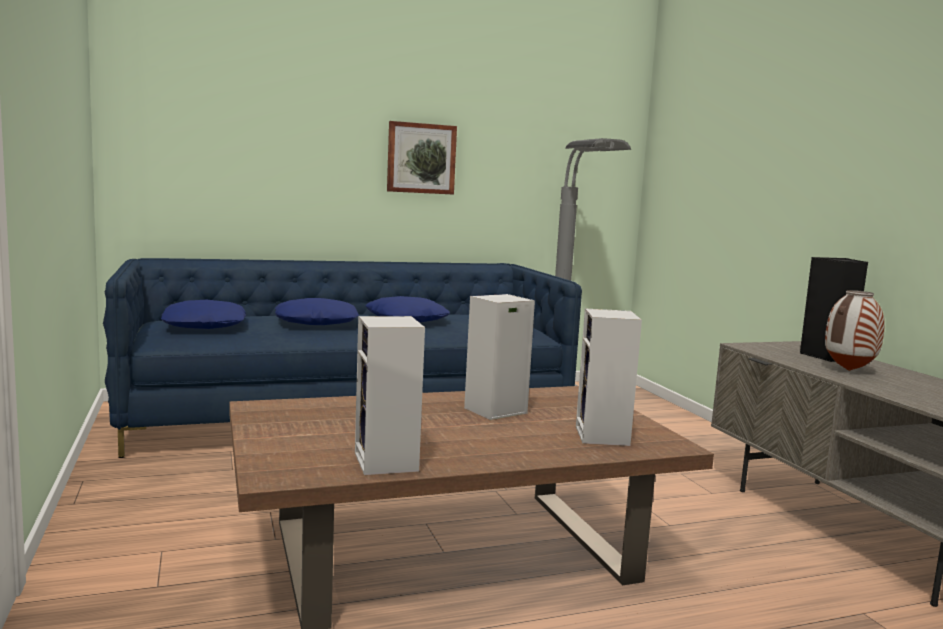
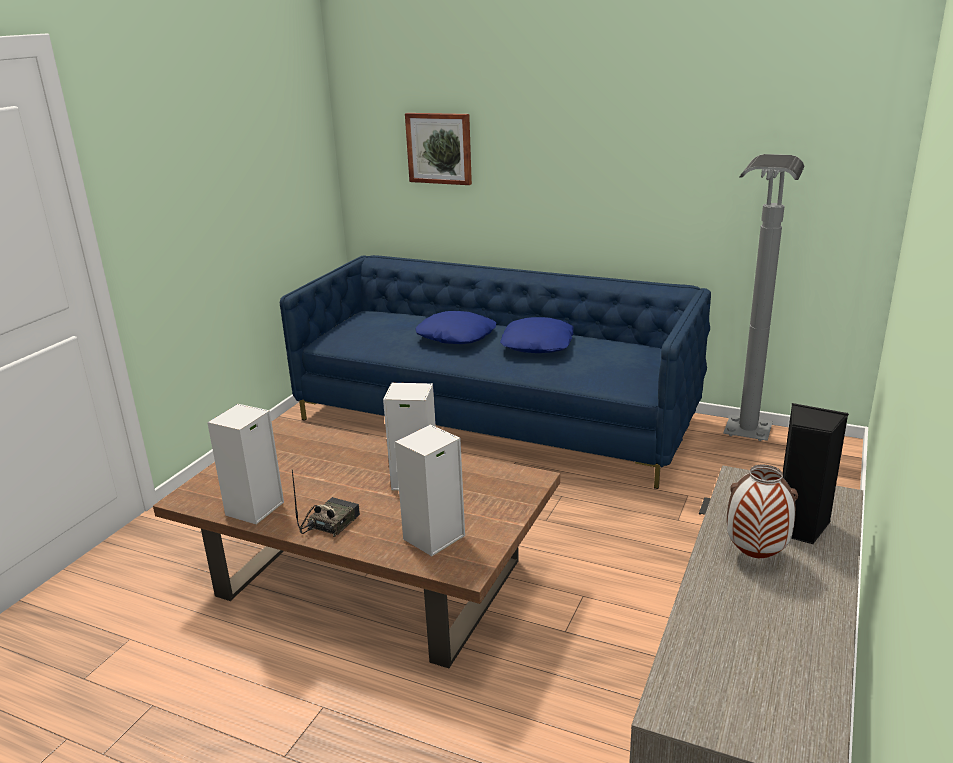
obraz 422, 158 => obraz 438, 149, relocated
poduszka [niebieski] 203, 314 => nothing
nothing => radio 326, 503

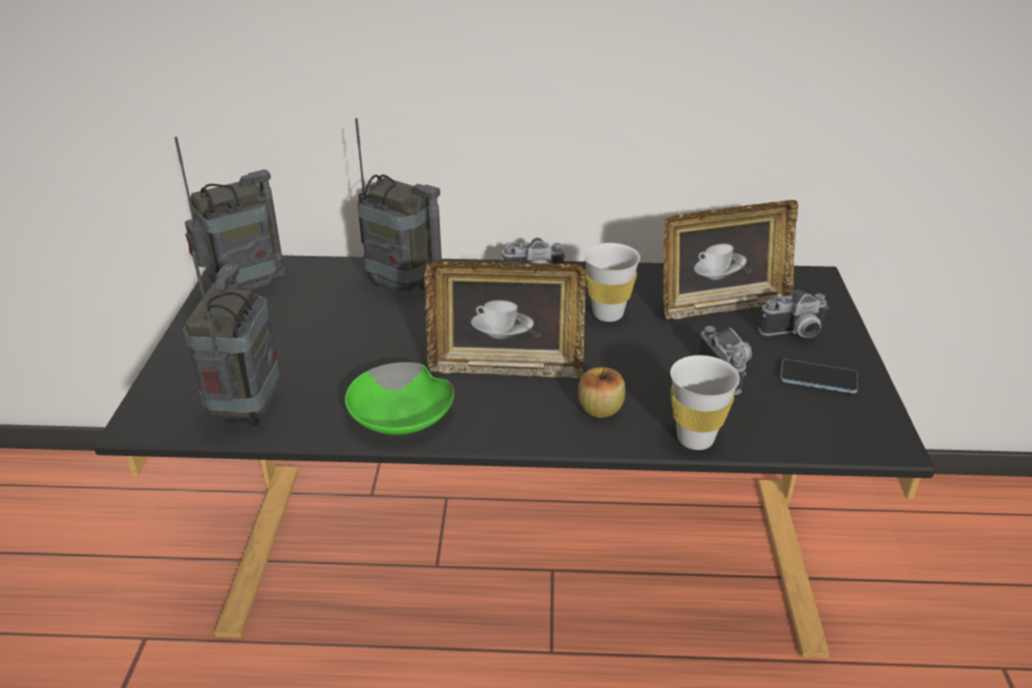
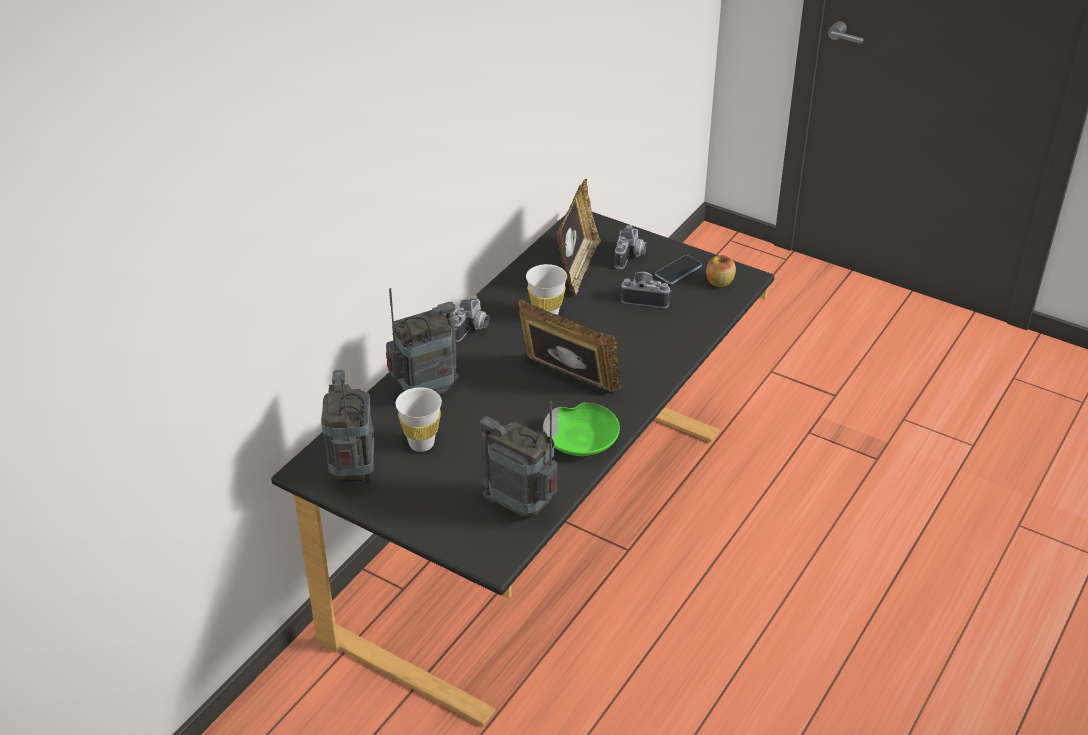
ramka na zdjęcie 505, 320 => ramka na zdjęcie 570, 345, 90 degrees counterclockwise
filiżanka [biały] 705, 402 => filiżanka [biały] 419, 419, relocated
jabłko 601, 392 => jabłko 721, 271, relocated

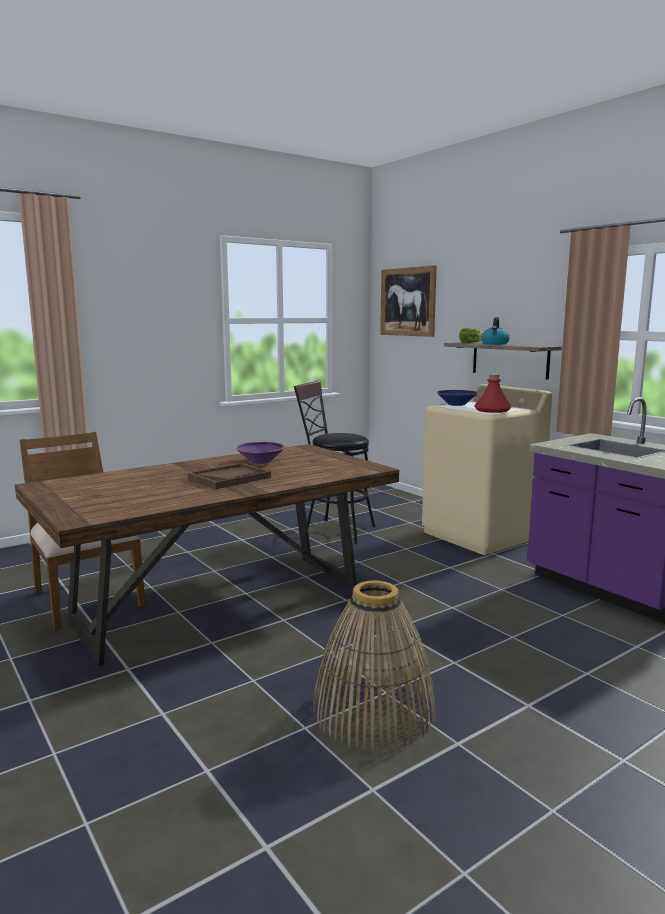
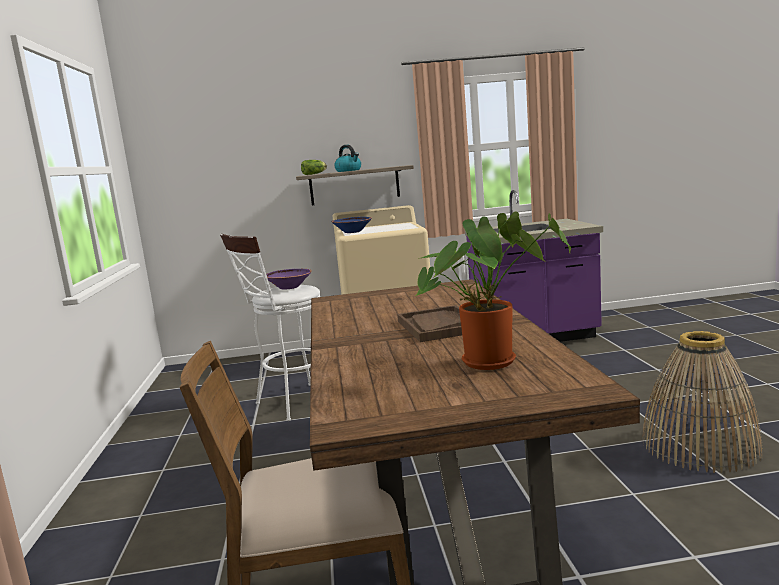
obraz 408, 301 => nothing
butelka [czerwony] 493, 393 => nothing
stołek [czarny] 334, 462 => stołek [biały] 270, 327
miska [fioletowy] 260, 453 => miska [fioletowy] 289, 279, relocated
nothing => roślina doniczkowa 493, 290

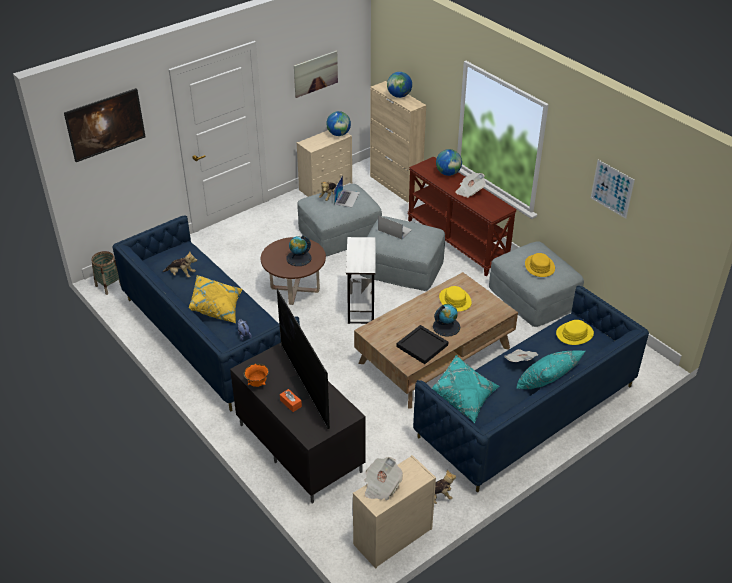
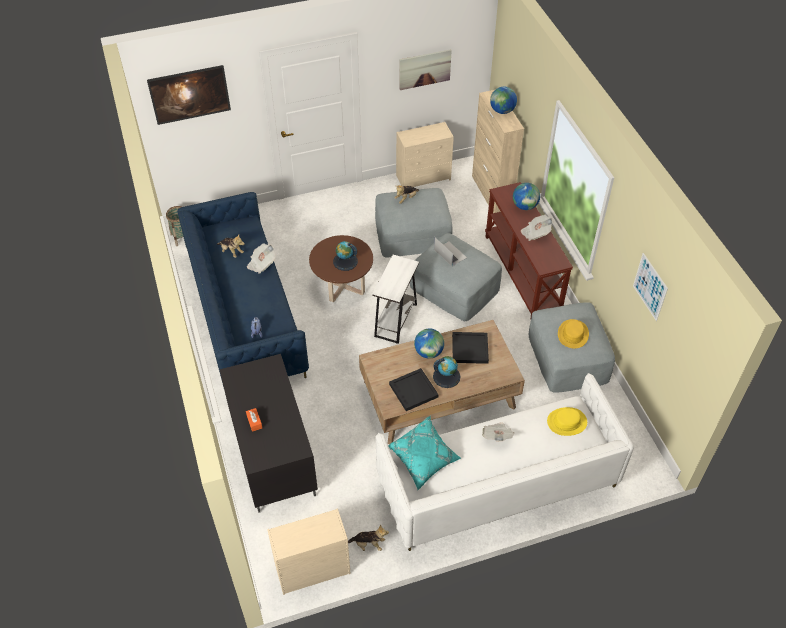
globus 338, 123 => globus 429, 343, relocated
laptop 347, 191 => nothing
poduszka [żółty] 215, 299 => nothing
kanapa [niebieski] 531, 389 => kanapa [biały] 505, 462
kapelusz [żółty] 455, 299 => taca [czarny] 470, 348
telewizor 303, 359 => nothing
poduszka [turkusowy] 551, 370 => nothing
miska [pomarańczowy] 256, 375 => nothing
gazeta 383, 478 => gazeta 261, 258, relocated

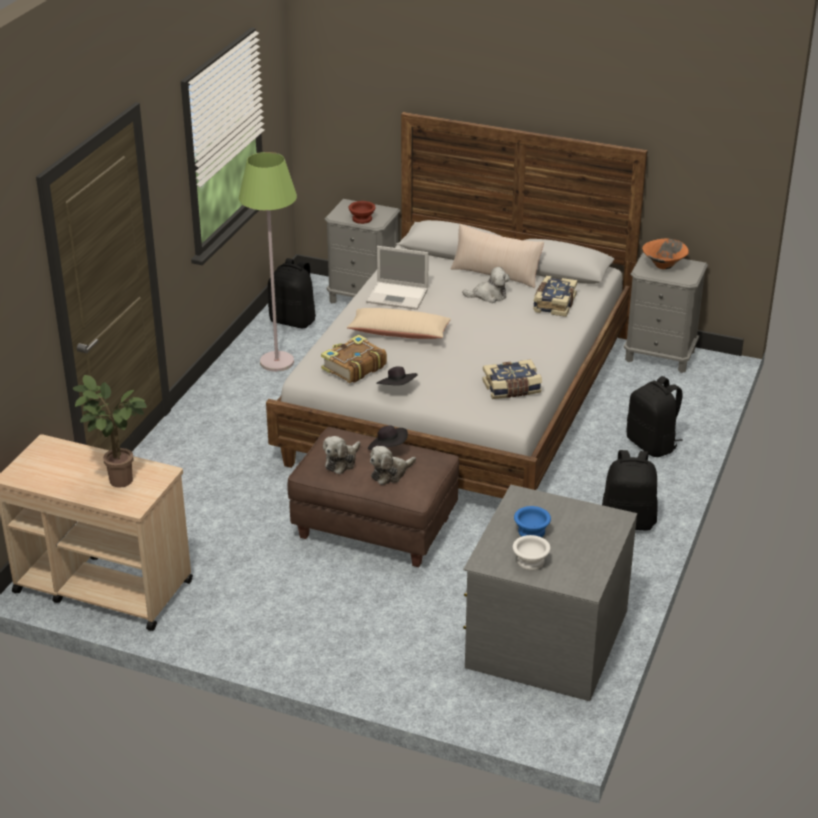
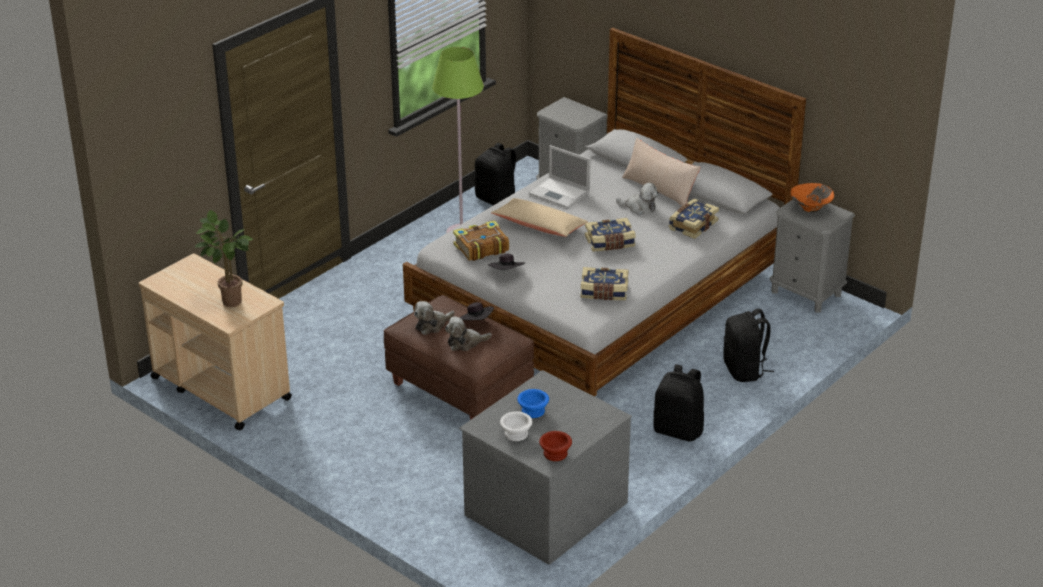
miska [brązowy] 362, 212 => miska [brązowy] 555, 446, relocated
nothing => książka 610, 235

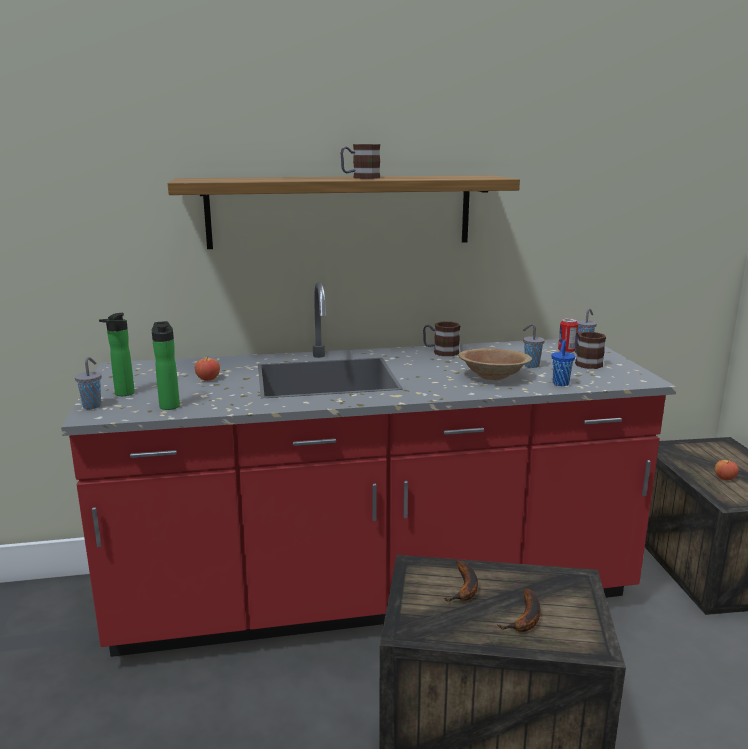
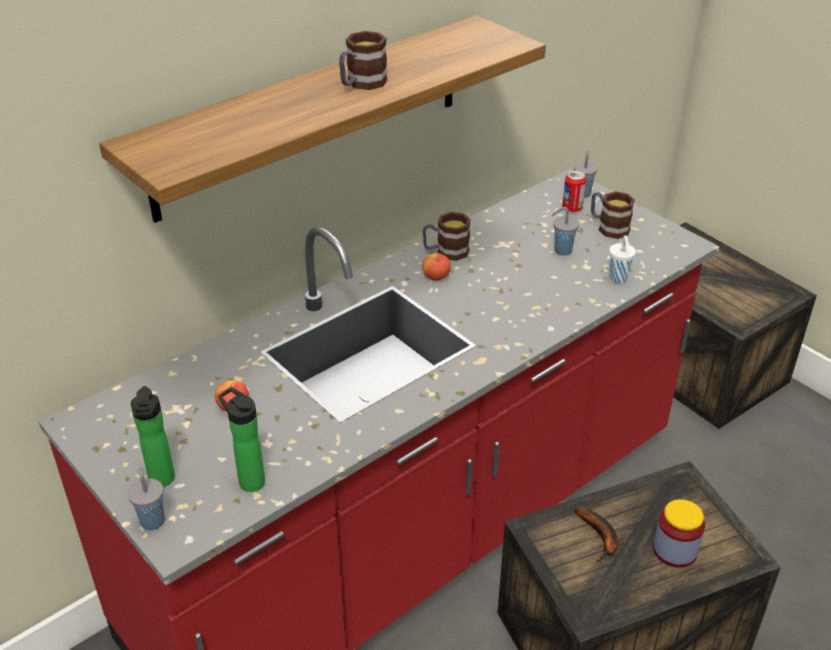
filiżanka [niebieski] 563, 363 => filiżanka [biały] 622, 259
miska [brązowy] 495, 364 => nothing
jabłko 727, 469 => jabłko 436, 267, relocated
banan 519, 610 => słoik 679, 533

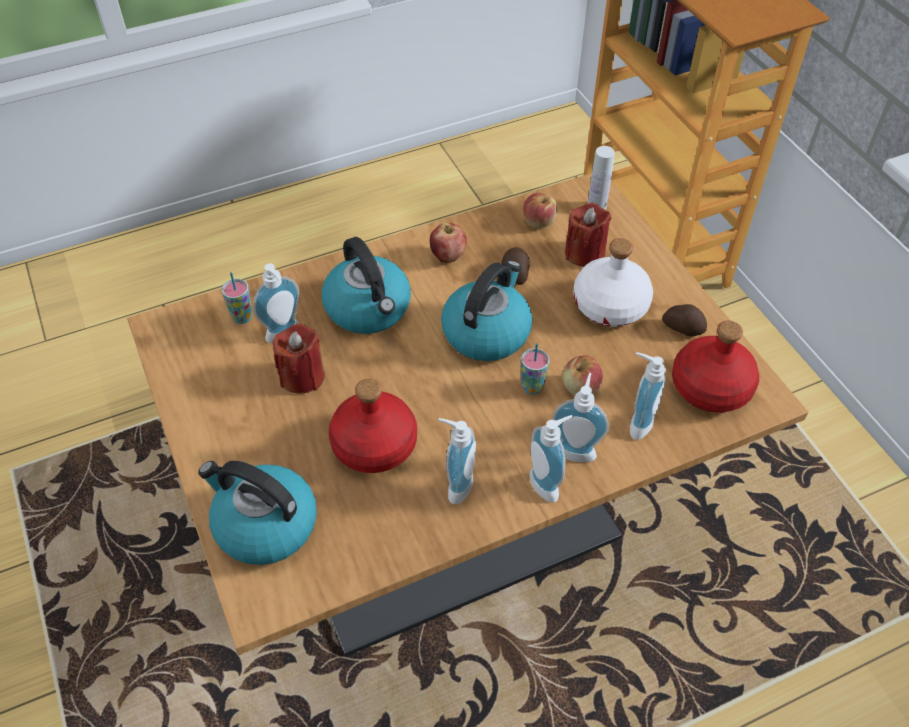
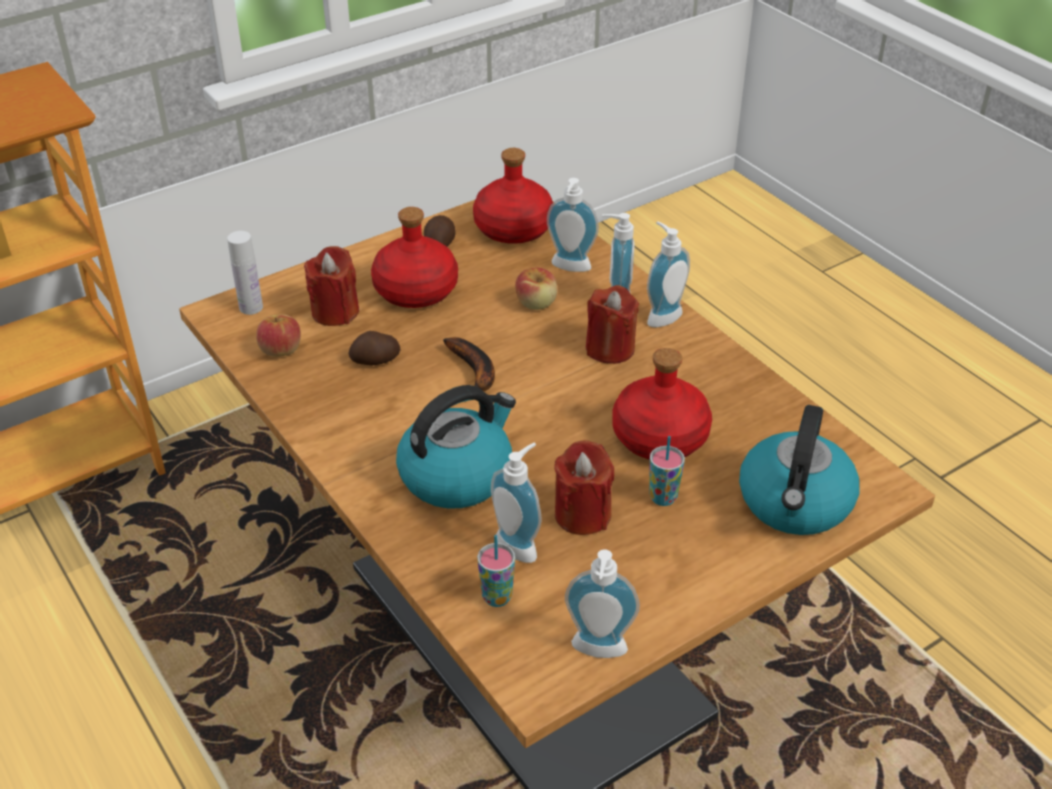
jabłko 448, 242 => nothing
butelka [biały] 613, 282 => butelka [czerwony] 414, 257
czajnik 486, 311 => banan 469, 364
filiżanka 535, 369 => filiżanka 667, 471, relocated
dozownik mydła 457, 461 => dozownik mydła 602, 603, relocated
nothing => świeca [czerwony] 612, 324

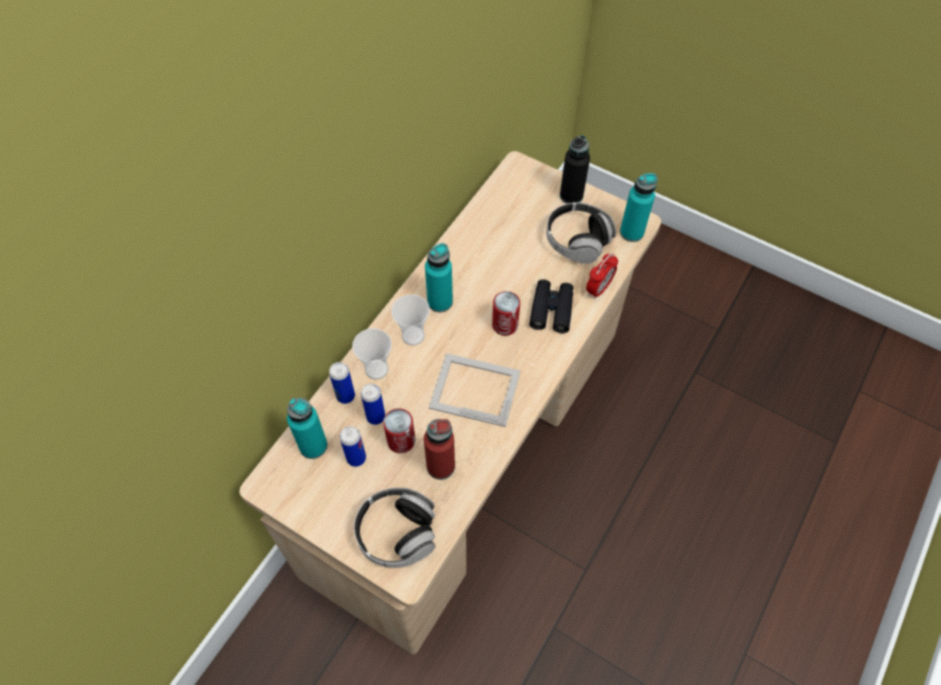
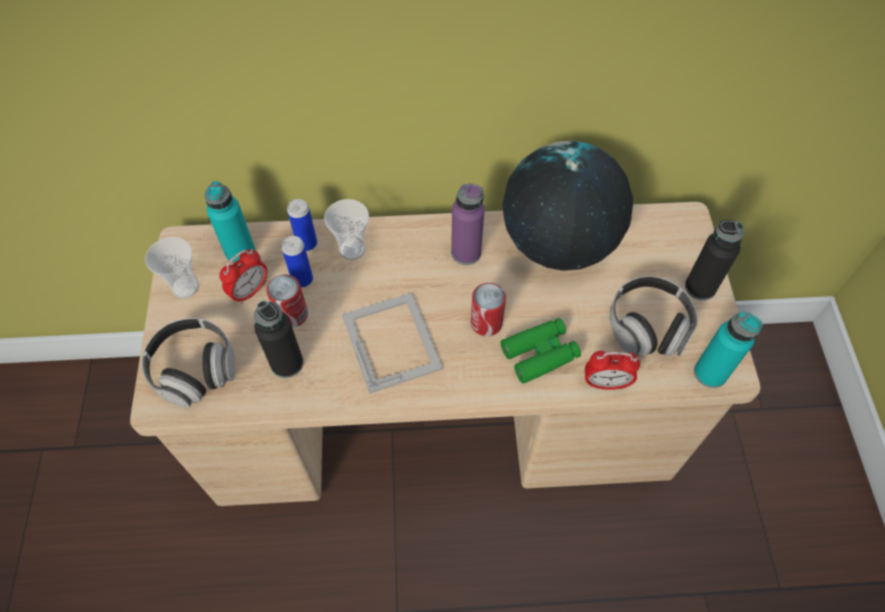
butelka [turkusowy] 439, 277 => butelka [fioletowy] 468, 224
lornetka [czarny] 551, 306 => lornetka [zielony] 541, 350
filiżanka 410, 320 => filiżanka 172, 267, relocated
butelka [czerwony] 439, 449 => butelka [czarny] 278, 339
puszka 353, 446 => budzik 243, 276
nothing => globus 568, 206

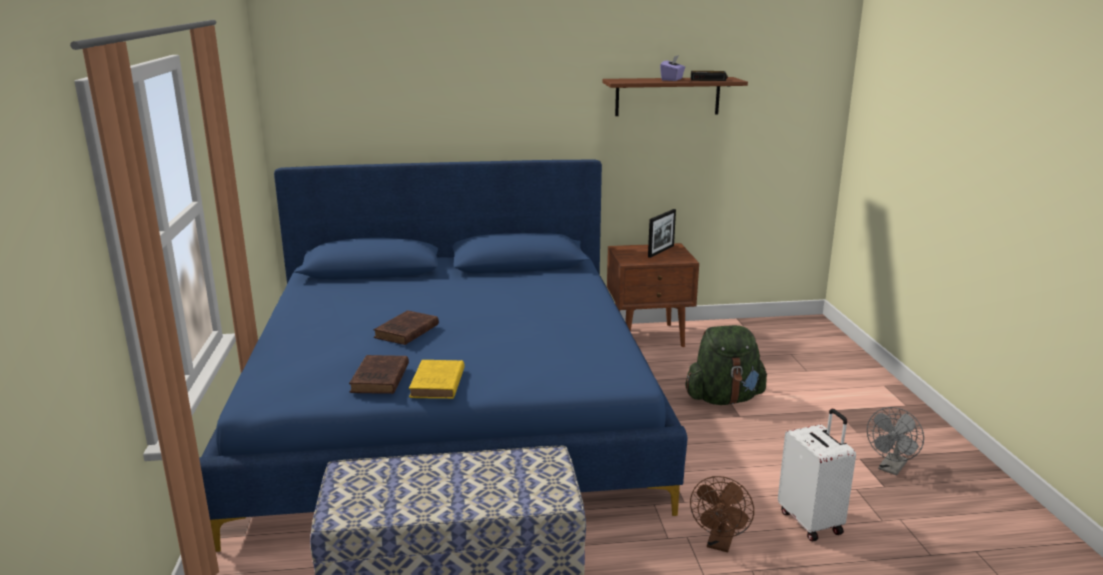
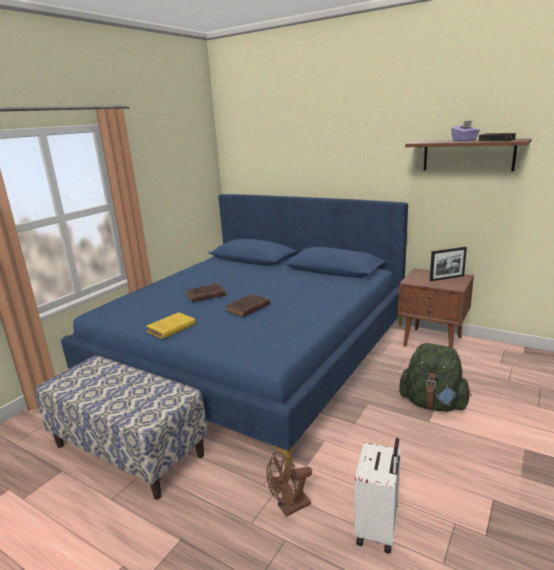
książka [brązowy] 379, 374 => książka [brązowy] 247, 305, relocated
wentylator [szary] 895, 441 => nothing

